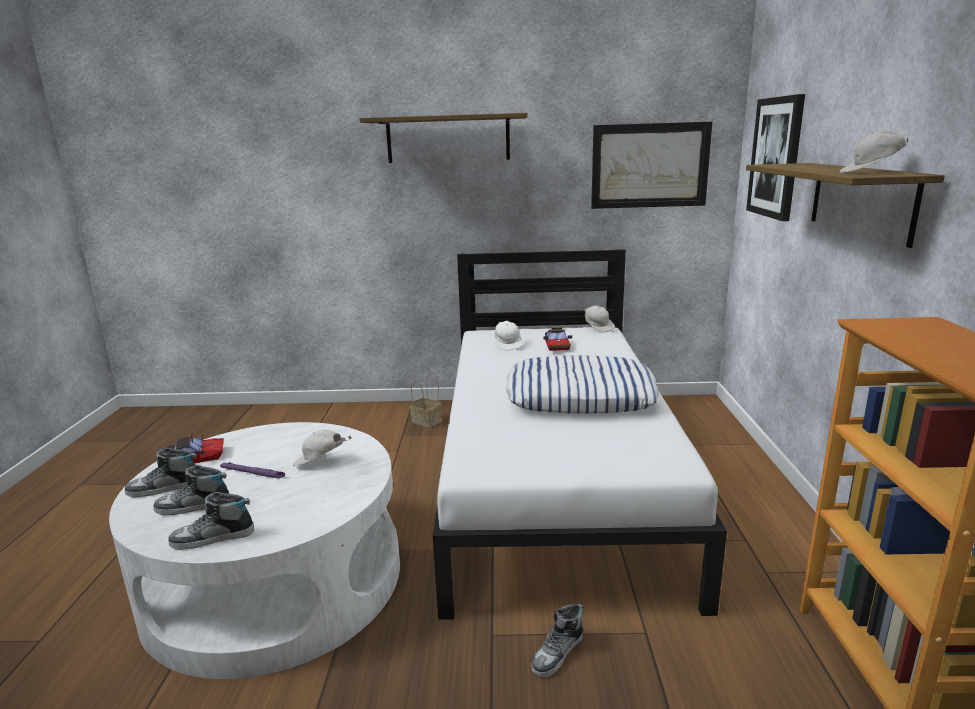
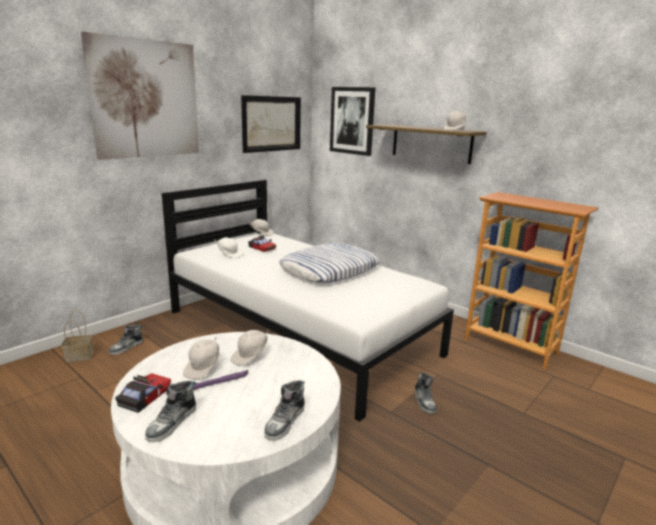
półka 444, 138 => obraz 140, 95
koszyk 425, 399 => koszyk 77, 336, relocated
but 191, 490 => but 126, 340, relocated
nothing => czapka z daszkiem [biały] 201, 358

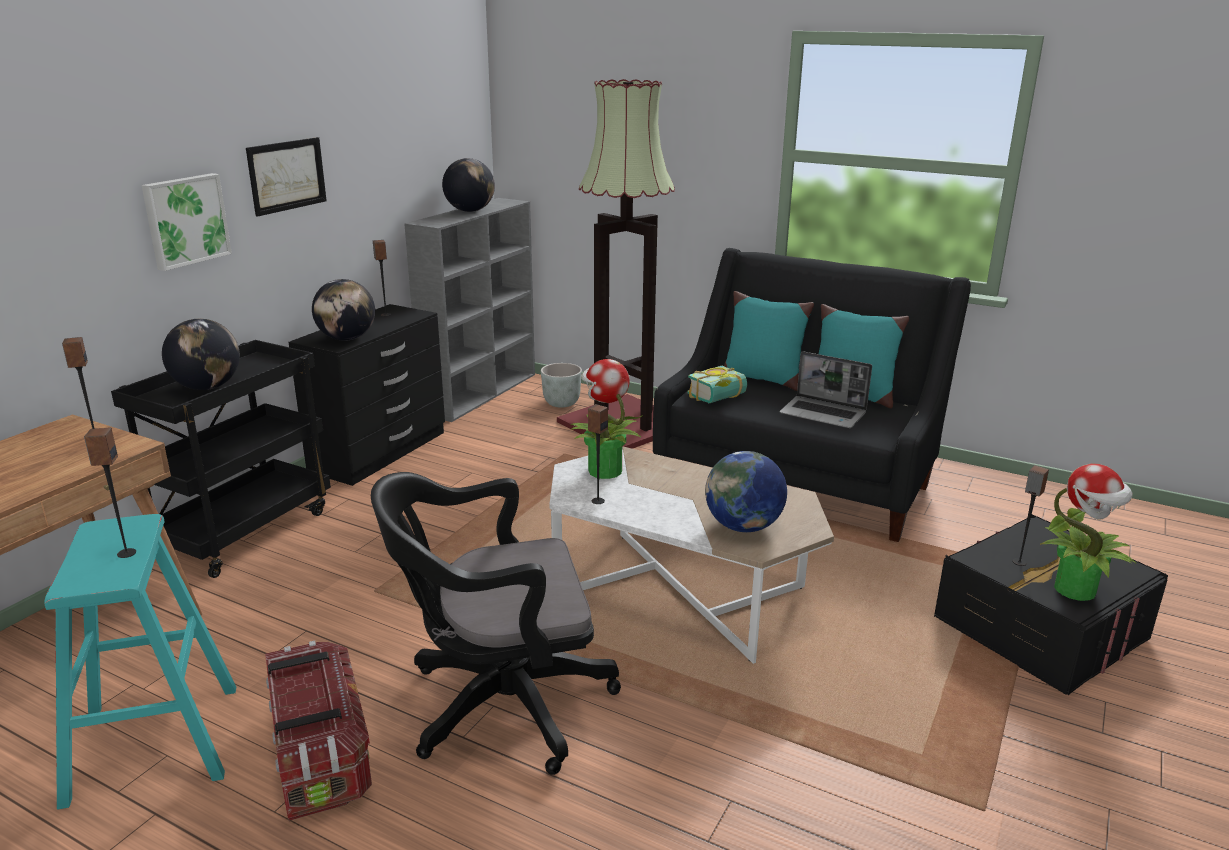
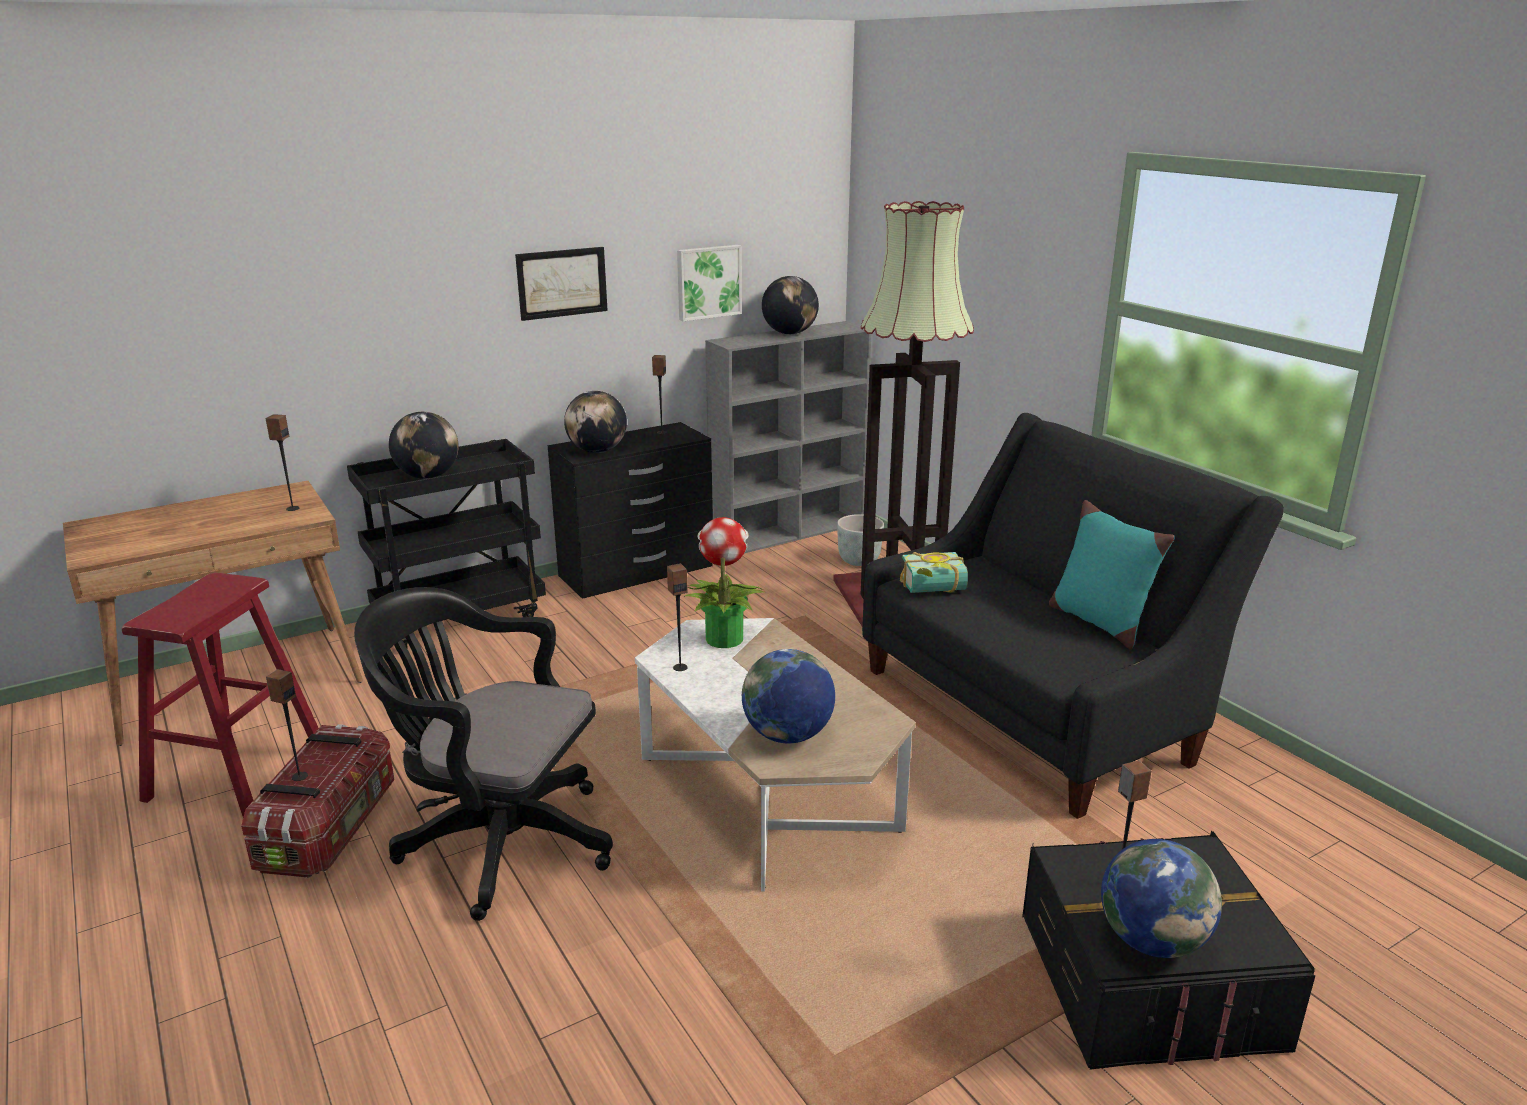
obraz 186, 222 => obraz 709, 283, relocated
poduszka [turkusowy] 769, 341 => nothing
laptop 826, 389 => nothing
głośnik 110, 493 => głośnik 287, 725, relocated
roślina doniczkowa 1088, 532 => globus 1161, 898
stołek [turkusowy] 140, 661 => stołek [czerwony] 220, 695

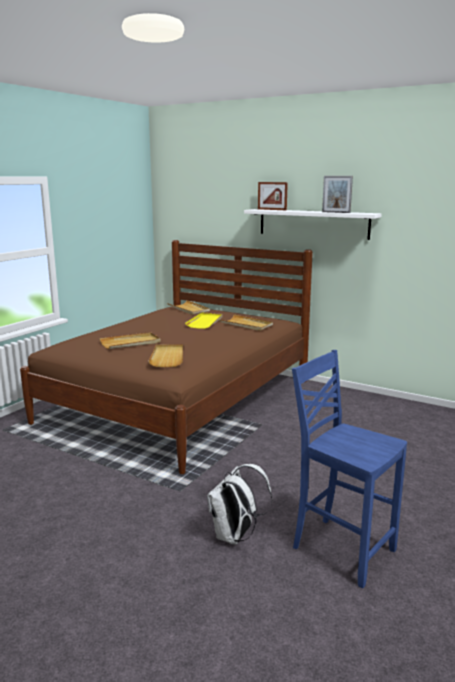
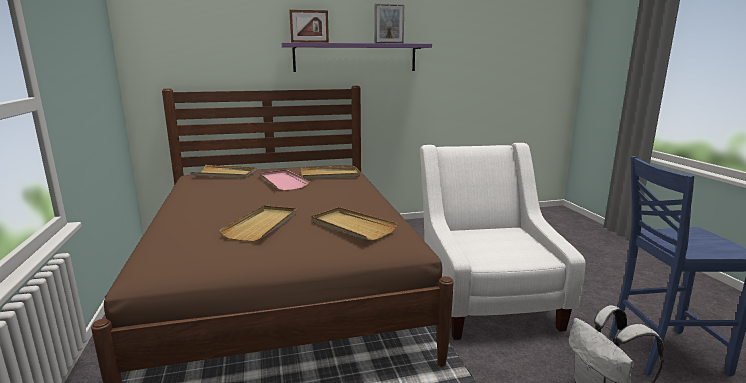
półka [biały] 313, 224 => półka [fioletowy] 357, 57
taca [żółty] 203, 320 => taca [różowy] 285, 180
nothing => fotel [biały] 503, 241

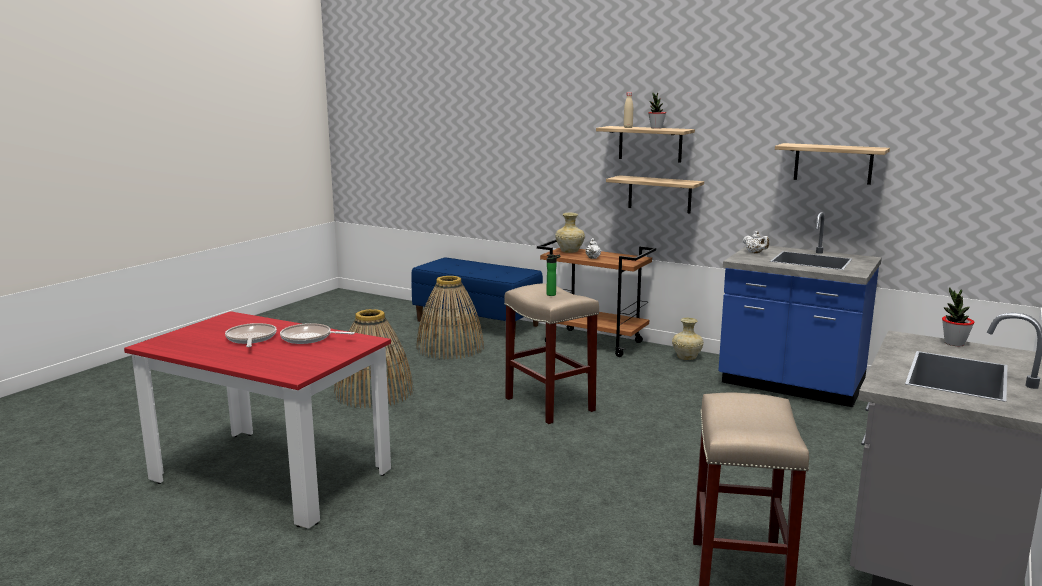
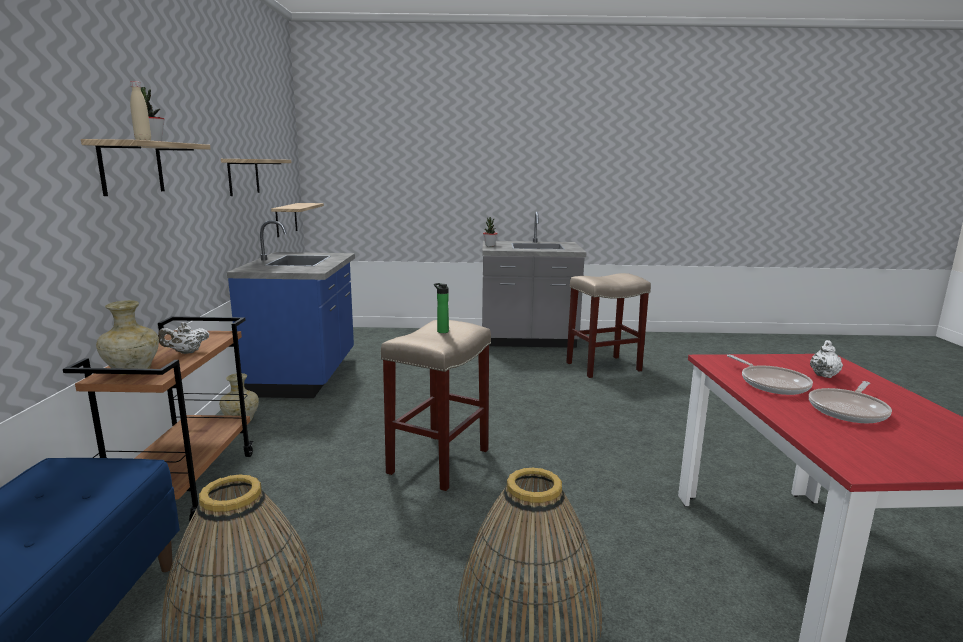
półka 655, 194 => półka 297, 220, relocated
imbryk [biały] 756, 242 => imbryk [biały] 826, 359, relocated

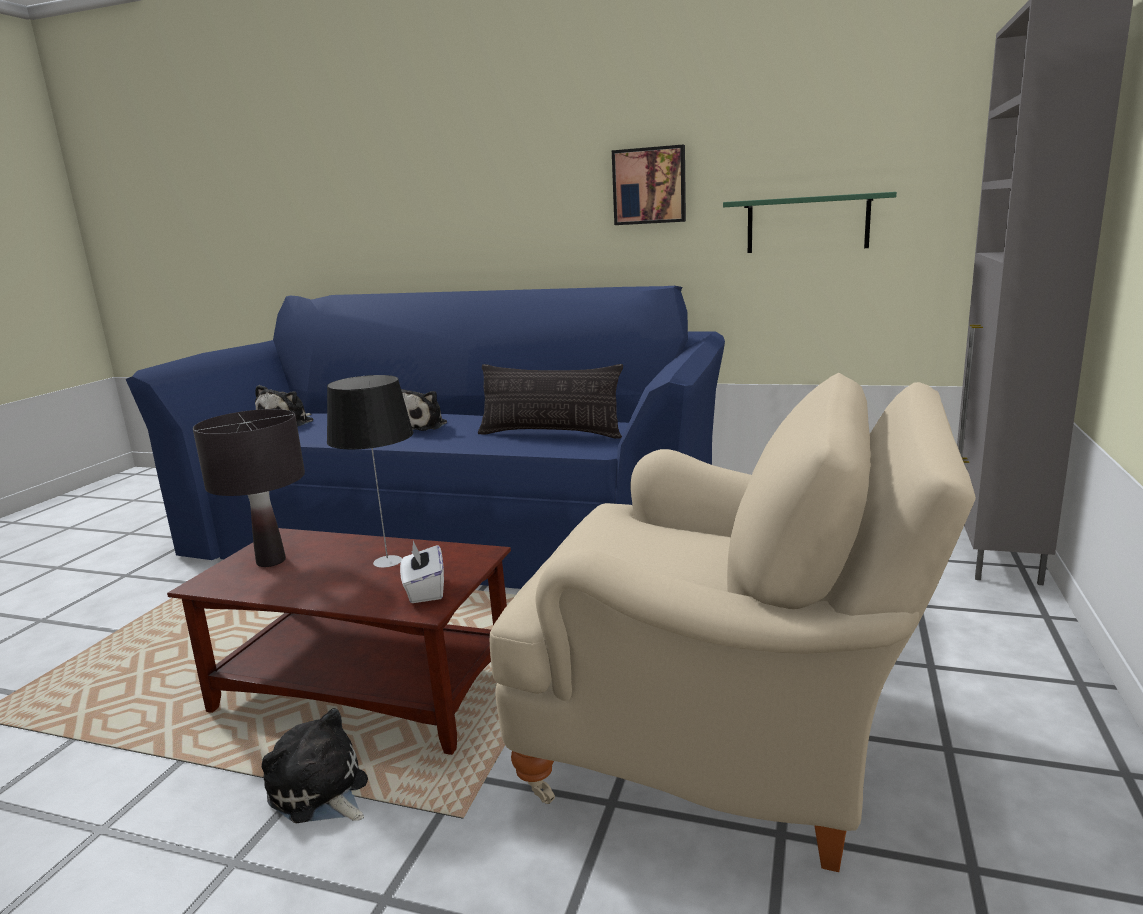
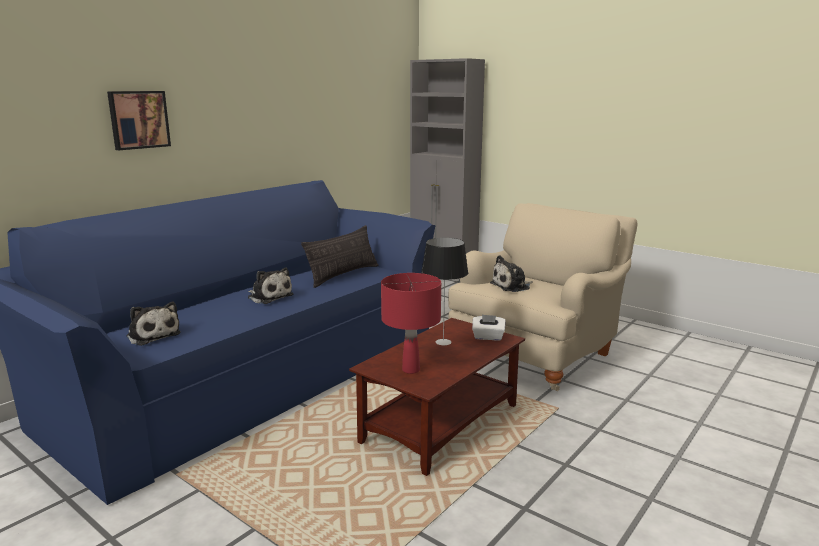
obraz 649, 185 => obraz 139, 120, relocated
półka [zielony] 810, 222 => nothing
lampa stołowa [czarny] 249, 488 => lampa stołowa [czerwony] 411, 323
pluszak 315, 765 => pluszak 511, 273, relocated

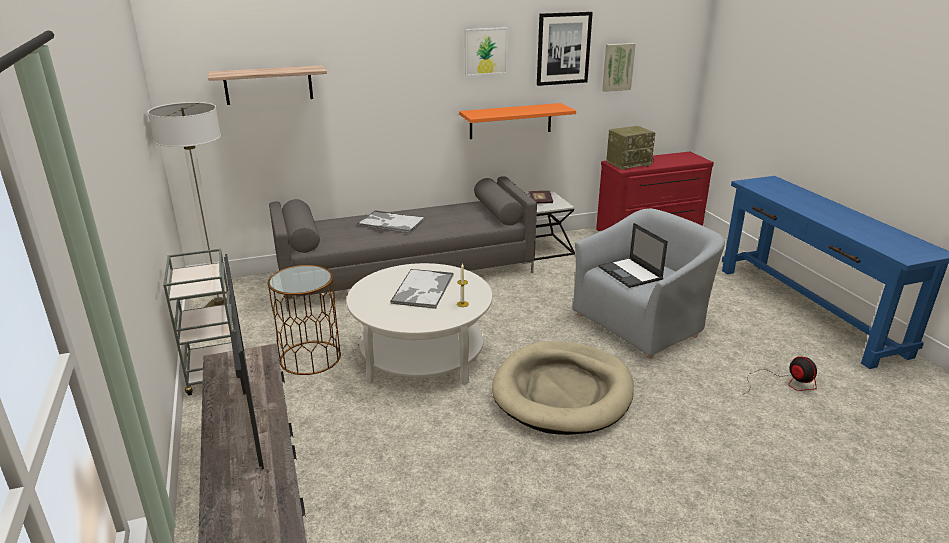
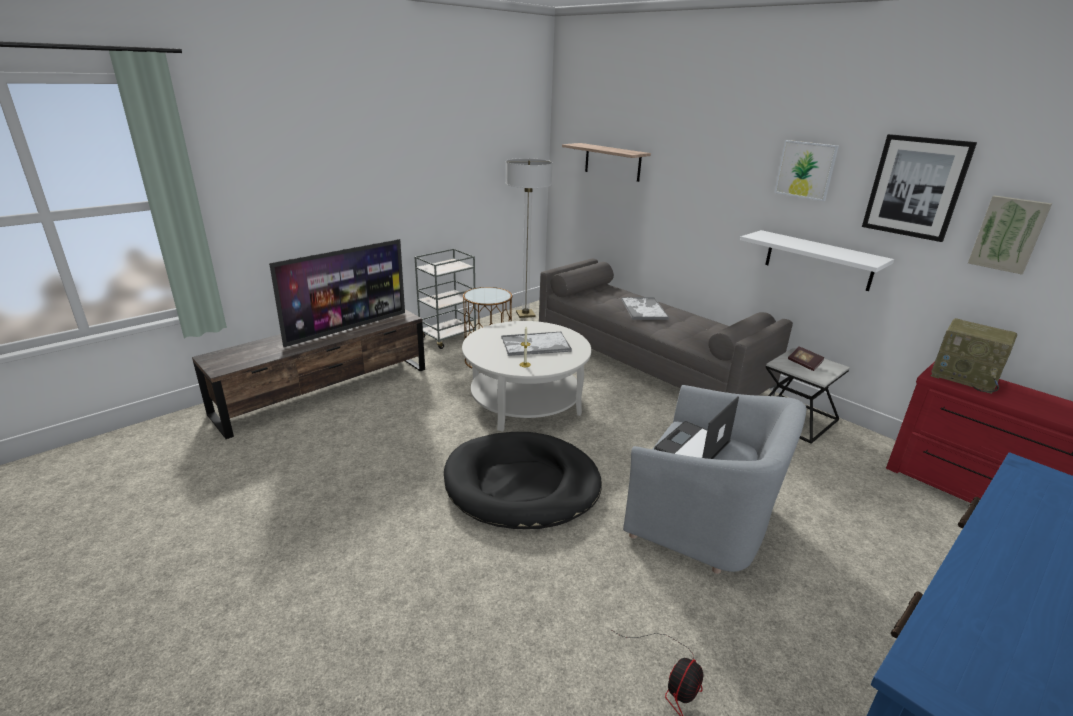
półka [pomarańczowy] 517, 121 => półka [biały] 817, 260
legowisko [beżowy] 563, 388 => legowisko [czarny] 523, 480

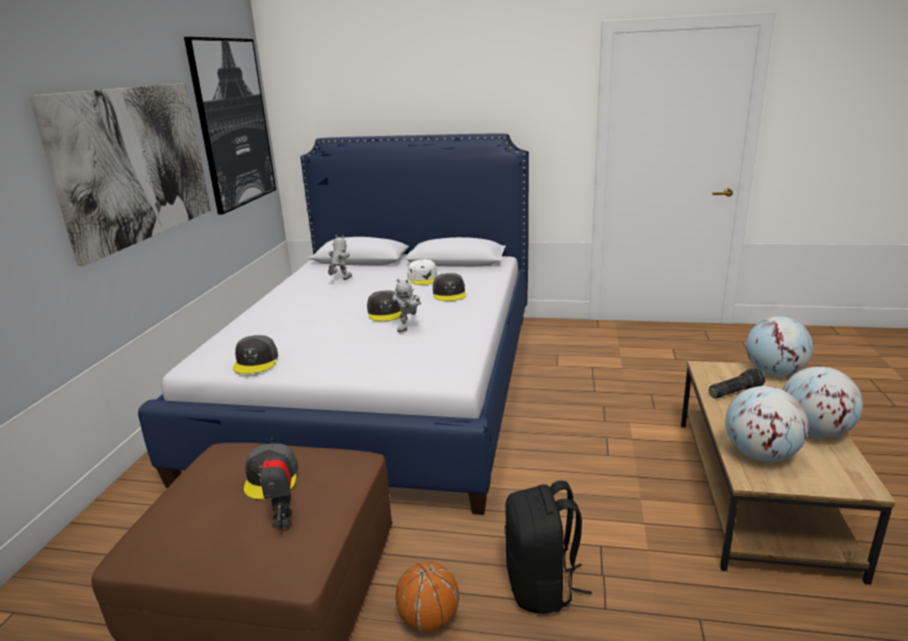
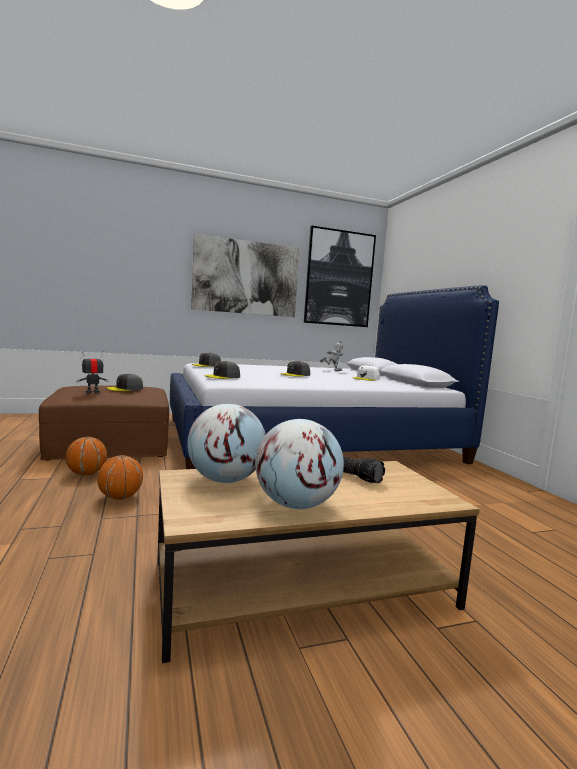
czapka z daszkiem [szary] 449, 287 => czapka z daszkiem [szary] 222, 370, relocated
robot zabawkowy 406, 305 => nothing
globus 779, 346 => nothing
plecak [czarny] 548, 547 => piłka do koszykówki 120, 477

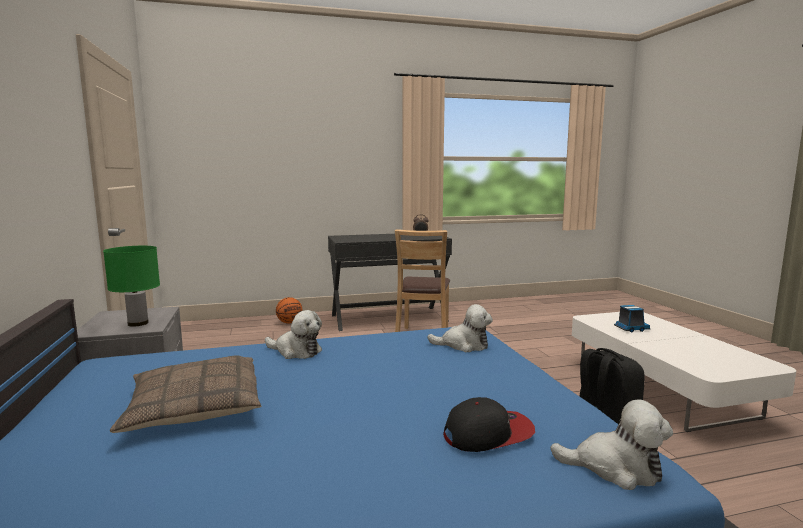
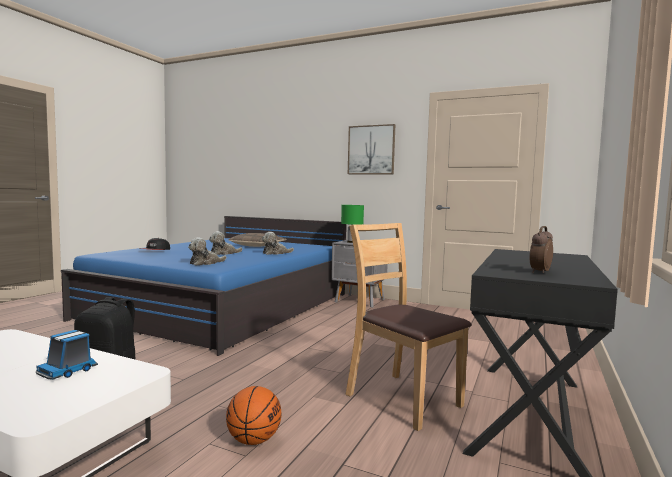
piłka do koszykówki 289, 310 => piłka do koszykówki 253, 415, relocated
pluszak 611, 444 => pluszak 226, 243, relocated
nothing => obraz 371, 149

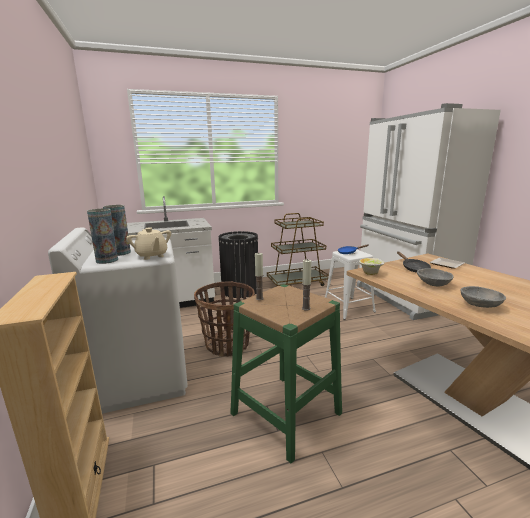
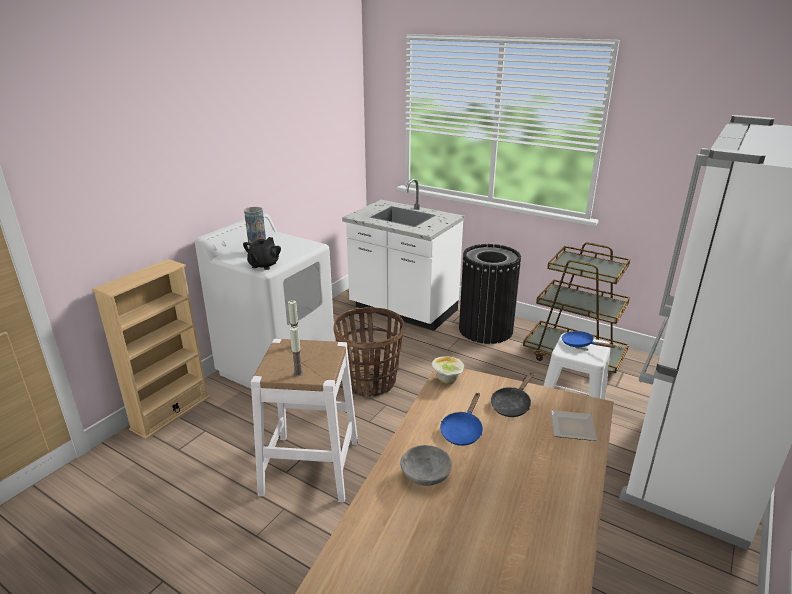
wazon 102, 236 => nothing
imbryk [beżowy] 149, 244 => imbryk [czarny] 262, 253
miska [szary] 435, 277 => patelnia [niebieski] 461, 419
stołek [zielony] 286, 373 => stołek [biały] 304, 421

